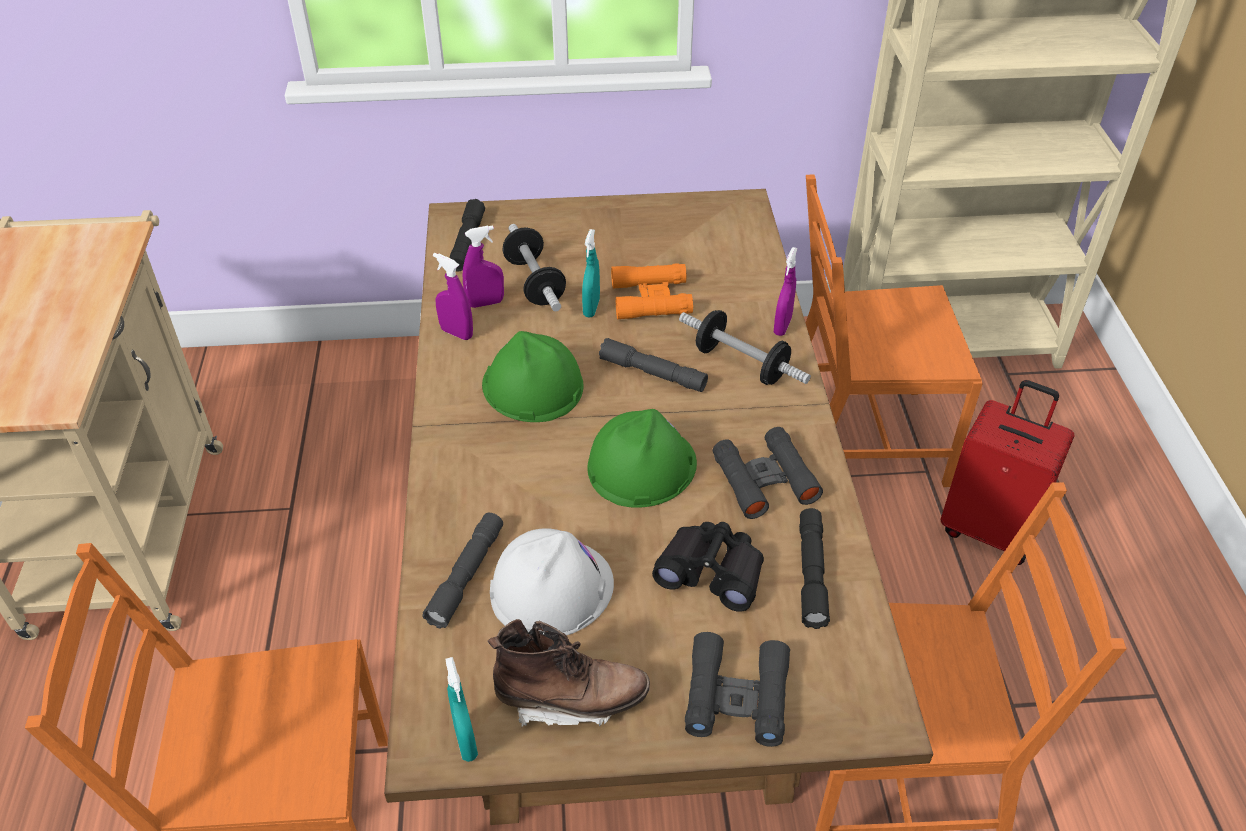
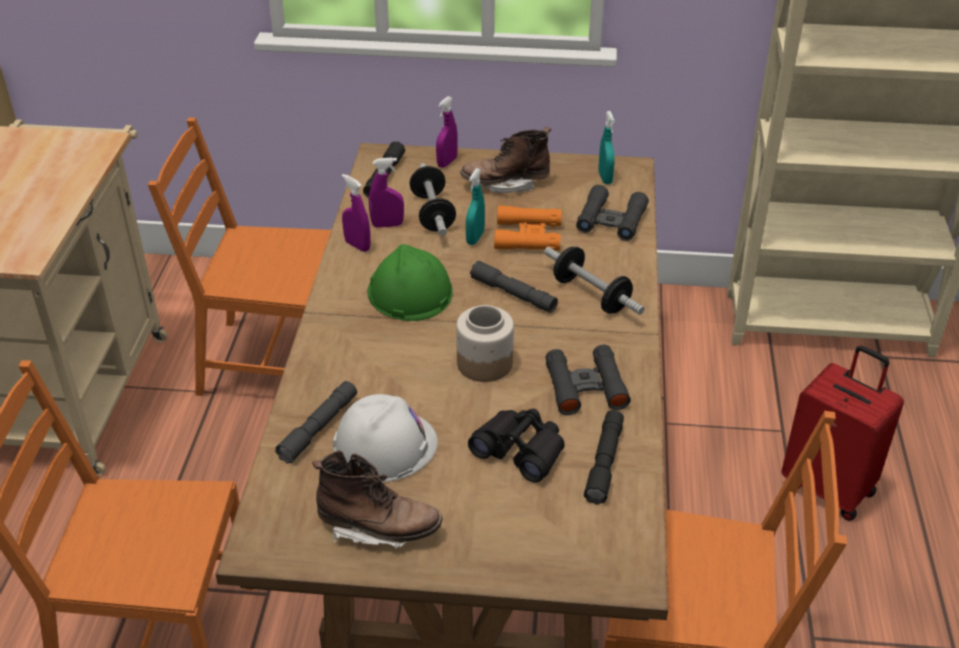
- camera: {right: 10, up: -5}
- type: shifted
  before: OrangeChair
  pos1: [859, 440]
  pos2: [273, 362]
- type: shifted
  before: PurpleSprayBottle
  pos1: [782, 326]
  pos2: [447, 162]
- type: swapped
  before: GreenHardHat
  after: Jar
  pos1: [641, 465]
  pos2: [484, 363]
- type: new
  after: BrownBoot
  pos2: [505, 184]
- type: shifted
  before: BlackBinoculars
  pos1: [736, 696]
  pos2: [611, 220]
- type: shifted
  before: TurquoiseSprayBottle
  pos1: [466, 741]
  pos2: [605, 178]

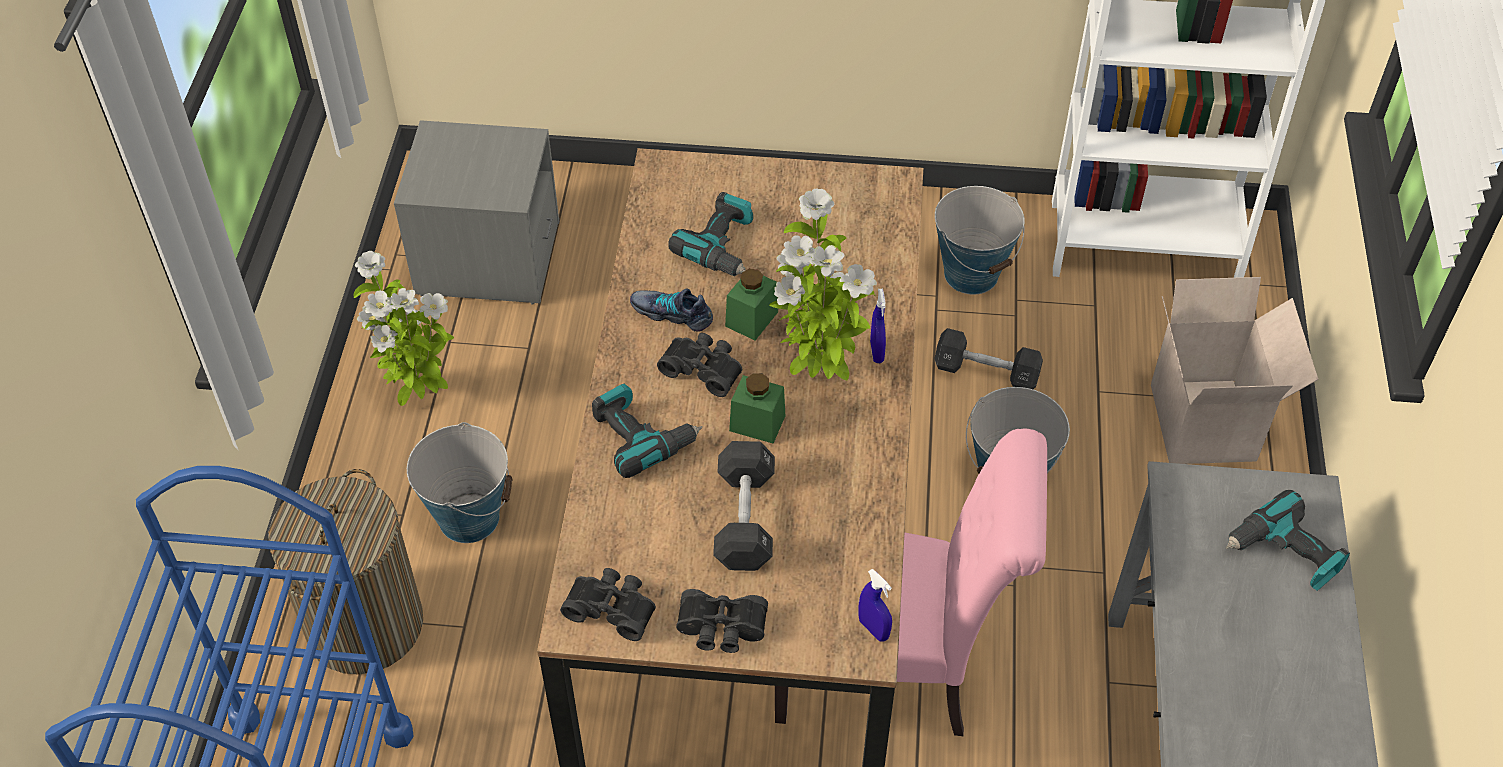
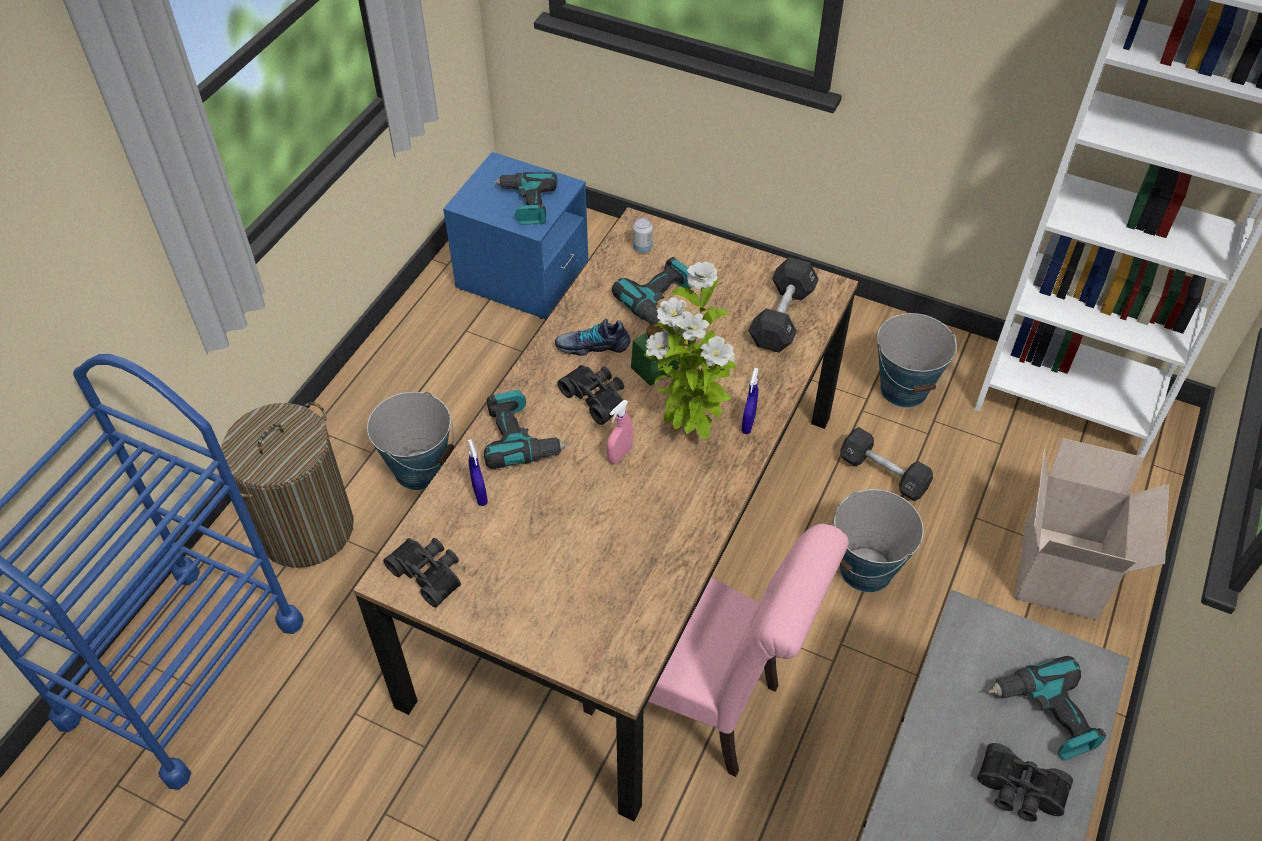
- camera: {right: 20, up: 0}
- type: repainted
  before: GreyNightstand
  after: BlueNightstand
  pos1: [488, 259]
  pos2: [522, 275]
- type: shifted
  before: BlueSprayBottle
  pos1: [873, 629]
  pos2: [480, 495]
- type: new
  after: PowerDrill
  pos2: [526, 204]
- type: rotated
  before: Shoe
  pos1: [672, 313]
  pos2: [592, 345]
  turn: -45
- type: swapped
  before: GreenJar
  after: PinkSprayBottle
  pos1: [757, 423]
  pos2: [620, 455]
- type: new
  after: Can
  pos2: [642, 248]
- type: shifted
  before: BlackDumbbell
  pos1: [744, 519]
  pos2: [782, 317]
- type: shifted
  before: BlackBinoculars
  pos1: [721, 630]
  pos2: [1019, 792]
- type: gone
  before: PottedPlant
  pos1: [418, 395]

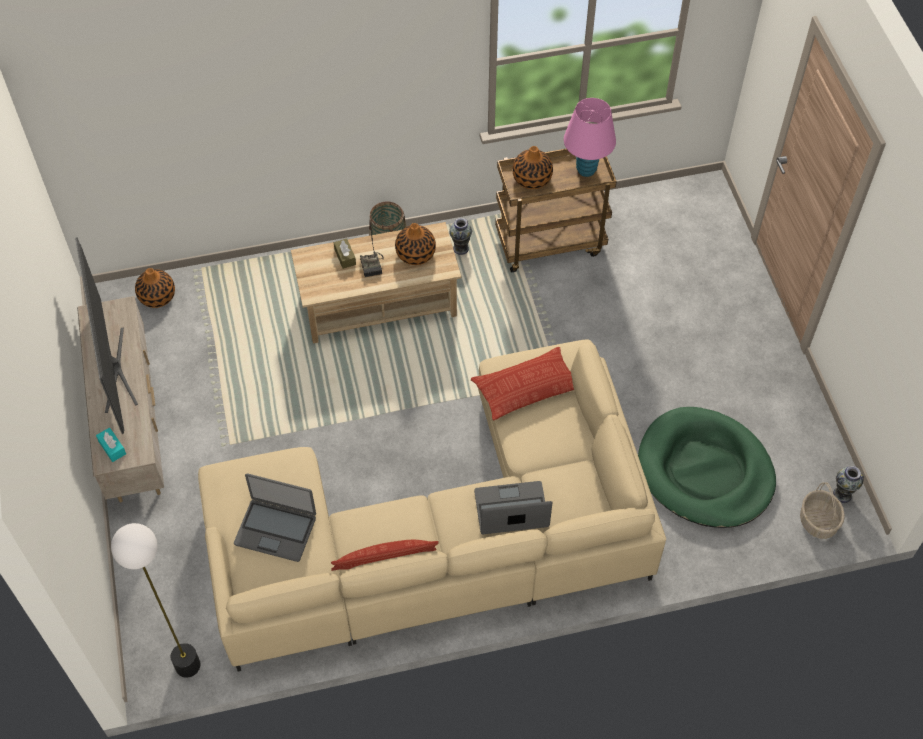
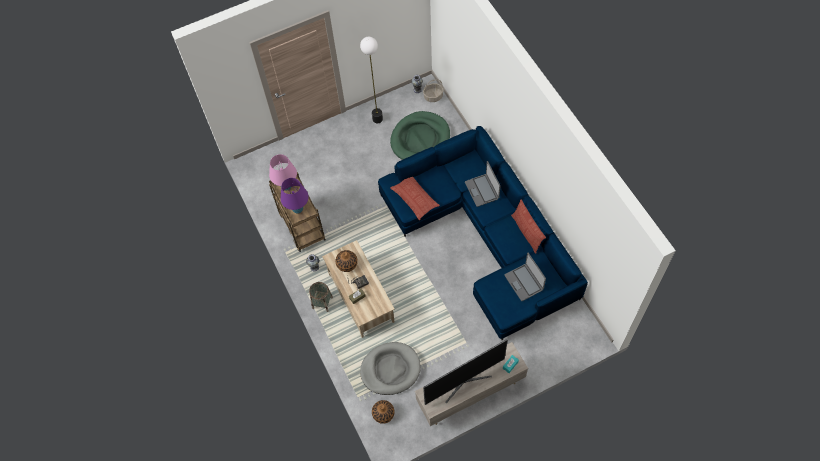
- camera: {right: -100, up: 5}
- type: swapped
  before: Vase
  after: PurpleTableLamp
  pos1: [532, 179]
  pos2: [298, 209]
- type: shifted
  before: FloorLamp
  pos1: [187, 665]
  pos2: [377, 119]
- type: new
  after: GreyDogBed
  pos2: [390, 369]
- type: repainted
  before: BeigeSofa
  after: BlueSofa
  pos1: [442, 533]
  pos2: [485, 235]
- type: rotated
  before: Laptop
  pos1: [276, 529]
  pos2: [524, 282]
  turn: 150

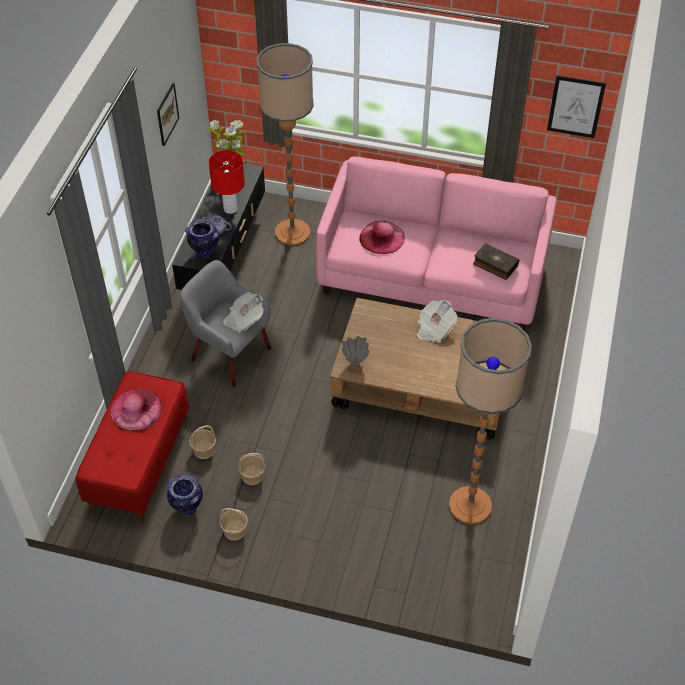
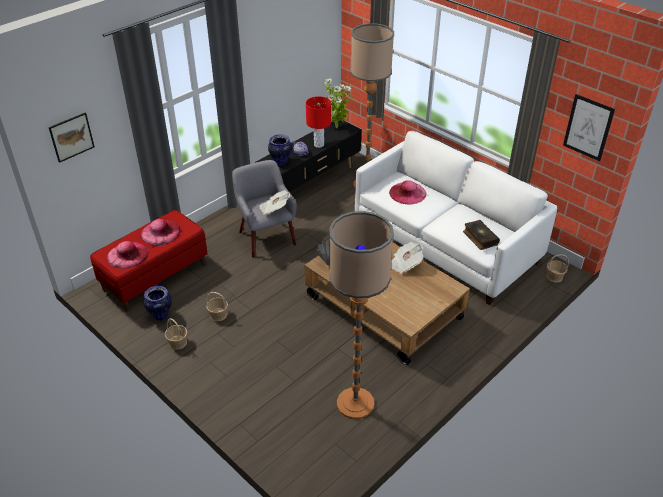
- camera: {right: 30, up: -10}
- type: shifted
  before: Picture
  pos1: [167, 114]
  pos2: [71, 137]
- type: new
  after: PinkHat
  pos2: [127, 255]
- type: repainted
  before: PinkSofa
  after: WhiteSofa
  pos1: [433, 276]
  pos2: [446, 244]
- type: shifted
  before: Basket
  pos1: [203, 450]
  pos2: [554, 276]

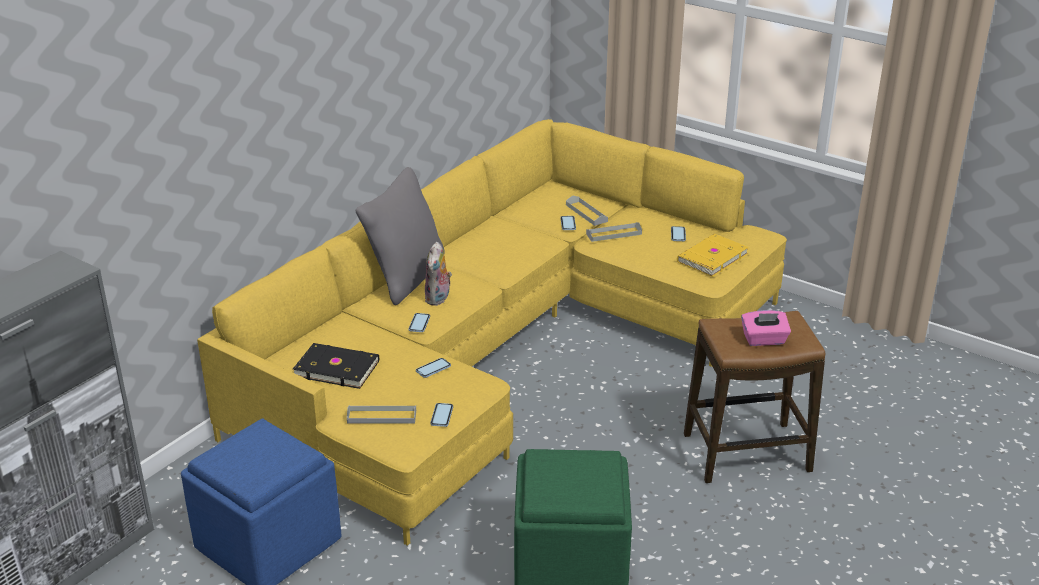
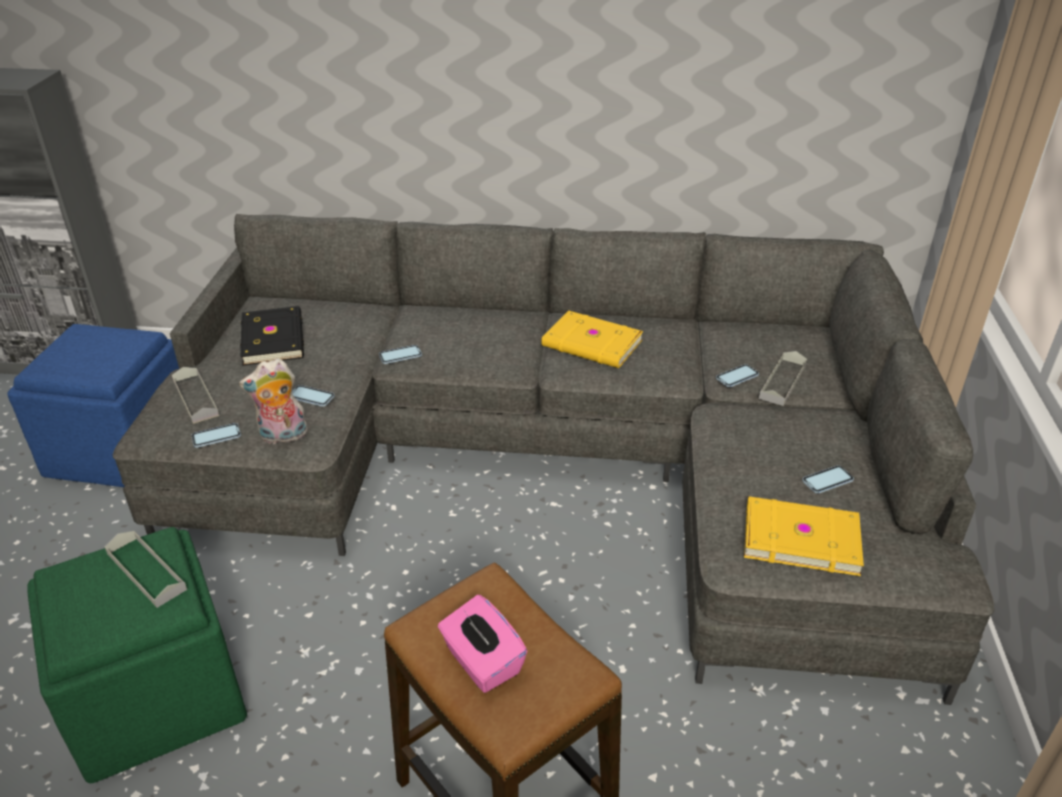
- camera: {right: 60, up: 5}
- type: shifted
  before: GreyTray
  pos1: [613, 234]
  pos2: [146, 571]
- type: repainted
  before: YellowSofa
  after: GreySofa
  pos1: [502, 348]
  pos2: [559, 465]
- type: shifted
  before: PlushToy
  pos1: [438, 299]
  pos2: [282, 436]
- type: new
  after: YellowBook
  pos2: [591, 344]
- type: gone
  before: GreyPillow
  pos1: [405, 278]

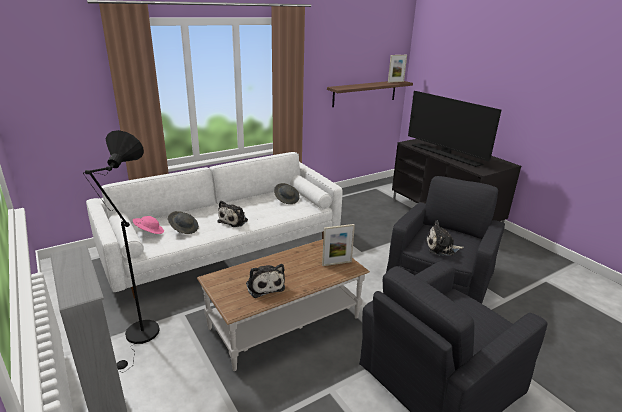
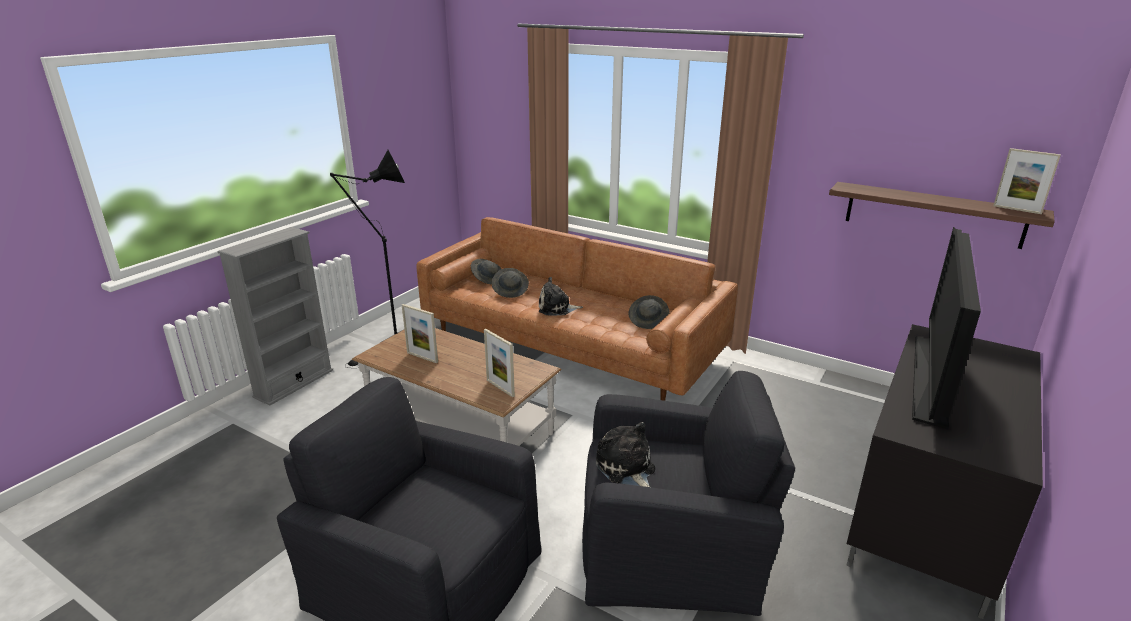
- camera: {right: 65, up: 0}
- type: swapped
  before: PlushToy
  after: PictureFrame
  pos1: [264, 285]
  pos2: [422, 357]
- type: repainted
  before: WhiteSofa
  after: BrownSofa
  pos1: [224, 247]
  pos2: [570, 344]
- type: repainted
  before: PinkHat
  after: GreyHat
  pos1: [149, 232]
  pos2: [488, 279]

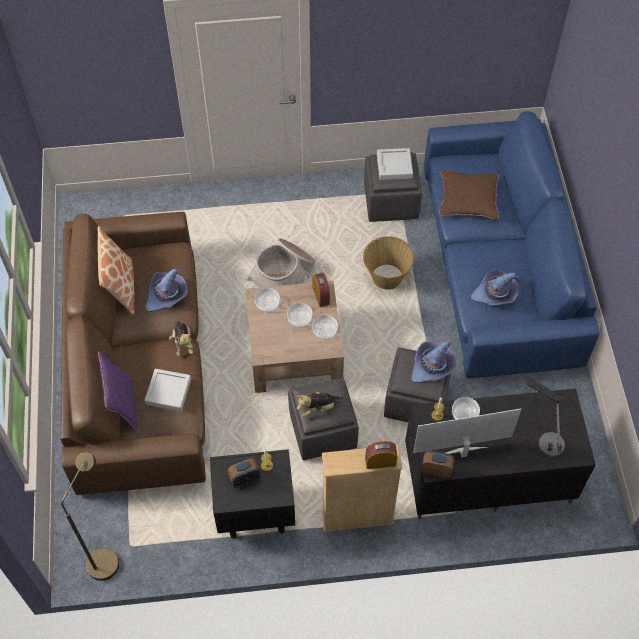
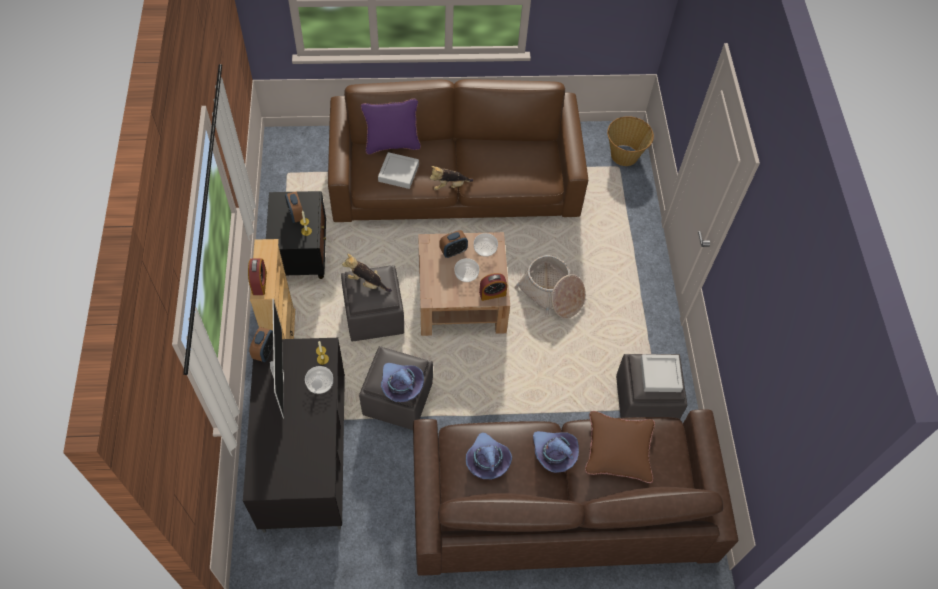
- camera: {right: 90, up: 0}
- type: rotated
  before: PlushToy
  pos1: [318, 408]
  pos2: [367, 282]
  turn: -45
- type: repainted
  before: BlueSofa
  after: BrownSofa
  pos1: [497, 264]
  pos2: [561, 503]
- type: new
  after: AlarmClock
  pos2: [453, 251]
- type: shifted
  before: PurpleHat
  pos1: [167, 295]
  pos2: [554, 453]
- type: shifted
  before: Basket
  pos1: [386, 277]
  pos2: [624, 155]
- type: gone
  before: BrownFloorLamp
  pos1: [106, 556]
- type: gone
  before: Pillow
  pos1: [120, 287]
- type: gone
  before: Bowl
  pos1: [325, 330]
- type: gone
  before: TableLamp
  pos1: [544, 439]

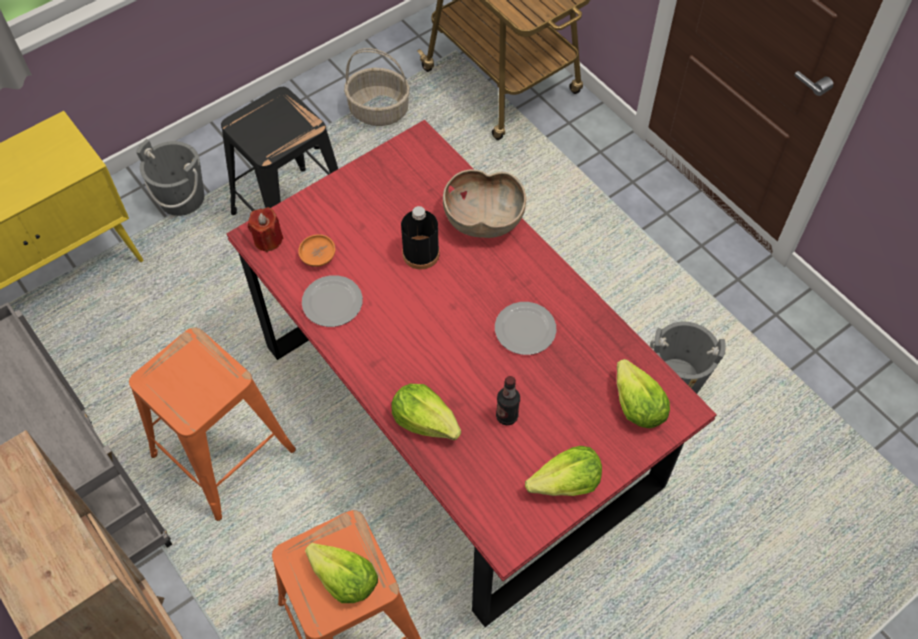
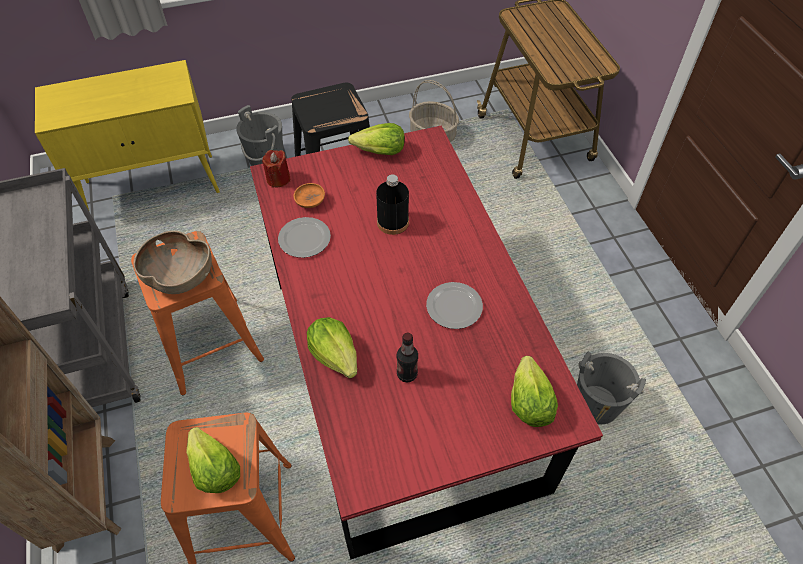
- camera: {right: 20, up: -5}
- type: shifted
  before: BrownBowl
  pos1: [483, 220]
  pos2: [179, 277]
- type: shifted
  before: Lettuce
  pos1: [565, 483]
  pos2: [380, 152]

